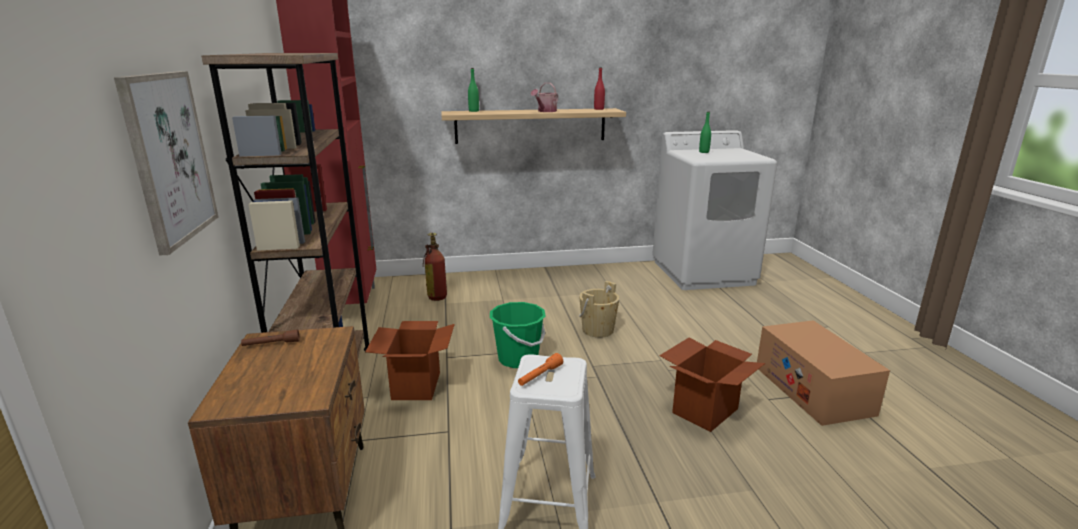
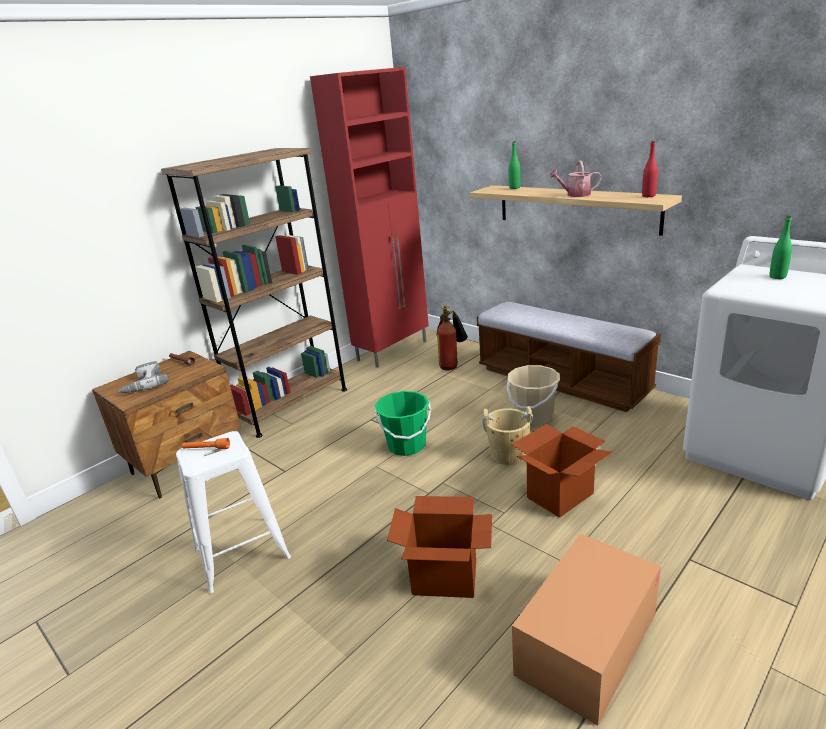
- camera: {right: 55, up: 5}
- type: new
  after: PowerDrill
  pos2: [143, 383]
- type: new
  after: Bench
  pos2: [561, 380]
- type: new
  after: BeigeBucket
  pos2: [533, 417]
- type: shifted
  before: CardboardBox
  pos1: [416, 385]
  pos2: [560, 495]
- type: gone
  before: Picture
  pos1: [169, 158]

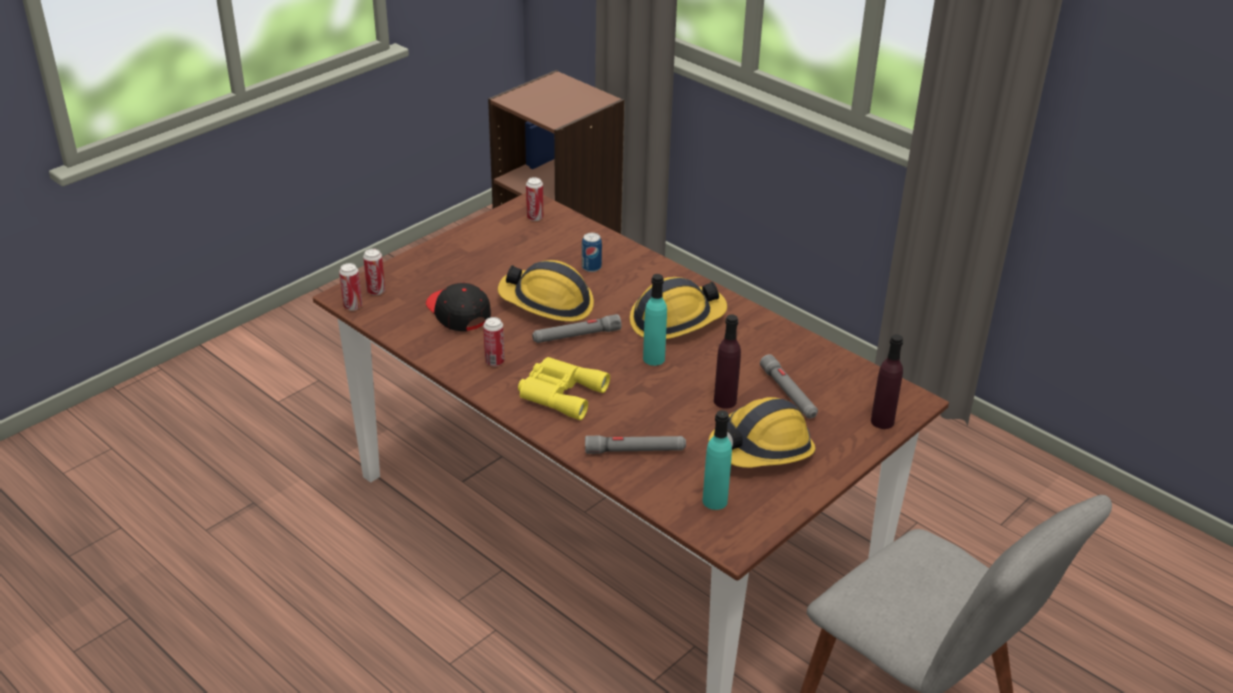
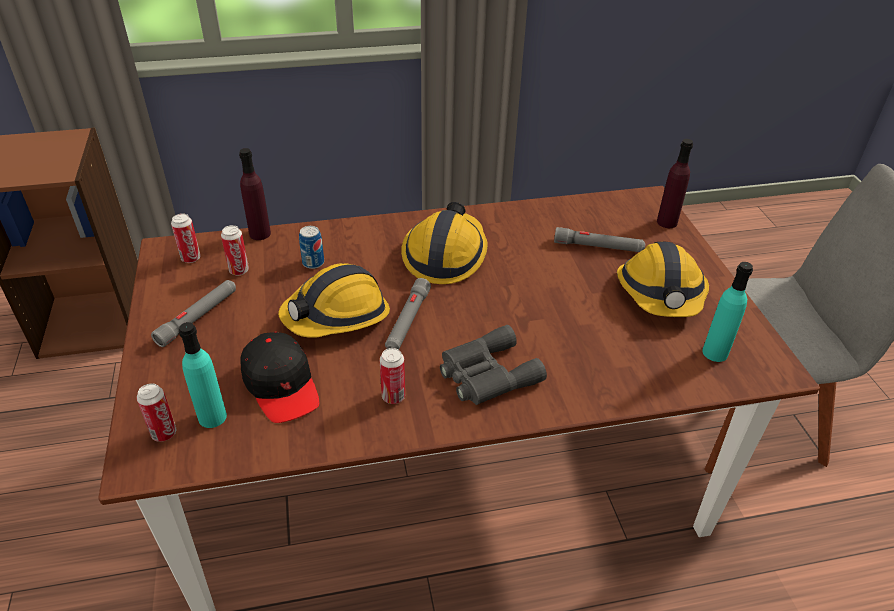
- camera: {right: -55, up: 5}
- type: shifted
  before: GreyFlashlight
  pos1: [635, 450]
  pos2: [198, 317]
- type: shifted
  before: TurquoiseBottle
  pos1: [653, 358]
  pos2: [212, 417]
- type: shifted
  before: Can
  pos1: [352, 306]
  pos2: [239, 270]
- type: shifted
  before: PurpleBottle
  pos1: [725, 401]
  pos2: [260, 234]
- type: rotated
  before: BlackCap
  pos1: [458, 313]
  pos2: [281, 385]
  turn: -120
- type: repainted
  before: YellowBinoculars
  after: GreyBinoculars
  pos1: [559, 393]
  pos2: [486, 374]

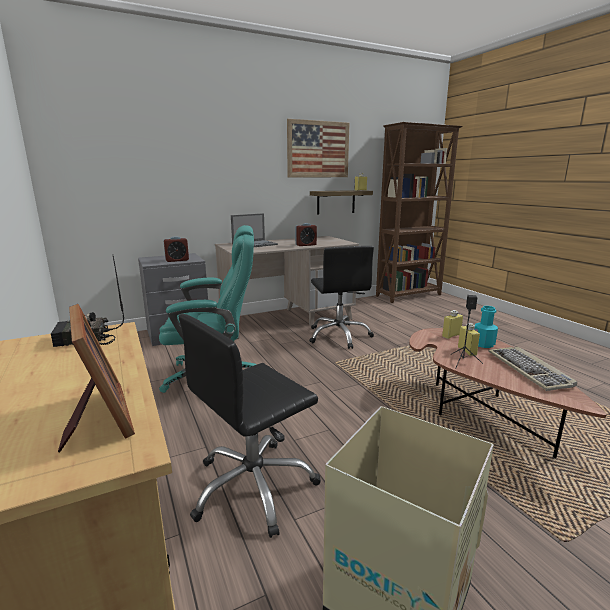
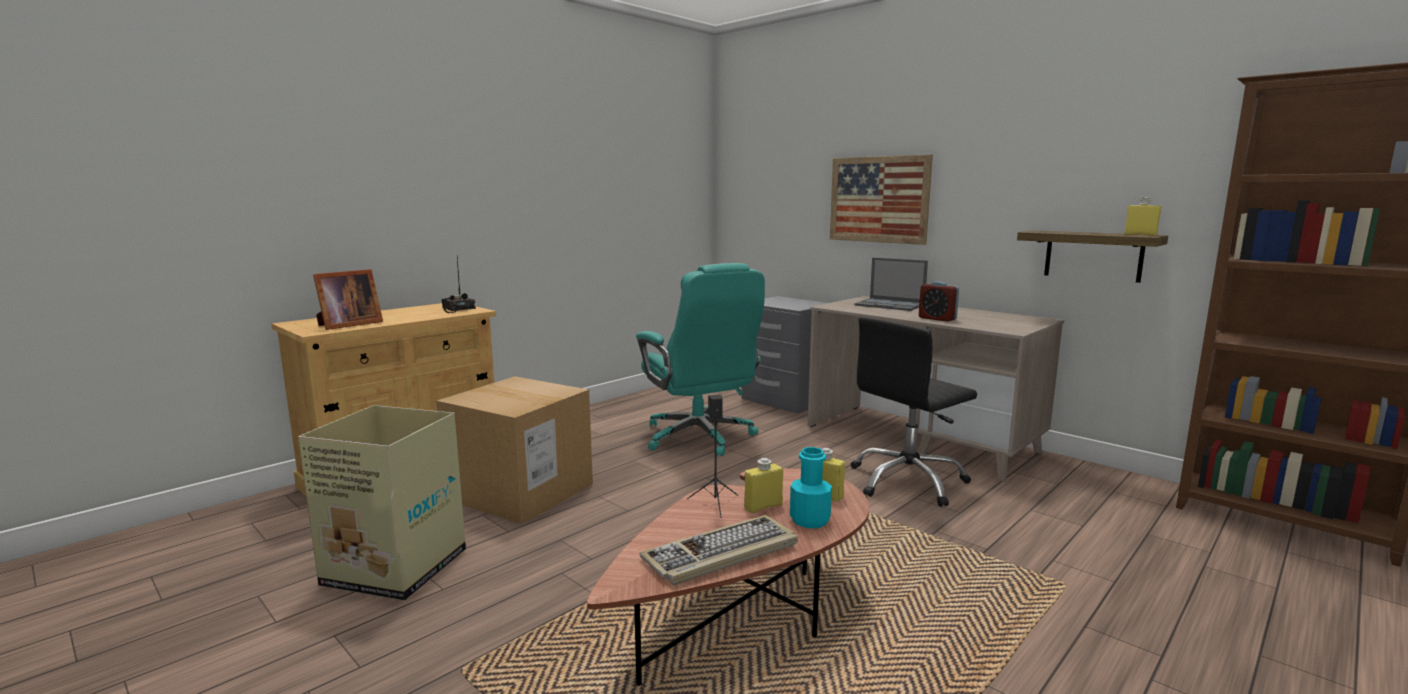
- camera: {right: 70, up: -5}
- type: swapped
  before: BlackOfficeChair
  after: CardboardBox
  pos1: [254, 486]
  pos2: [520, 491]
- type: shifted
  before: Picture
  pos1: [318, 149]
  pos2: [878, 199]
- type: gone
  before: AlarmClock
  pos1: [177, 260]

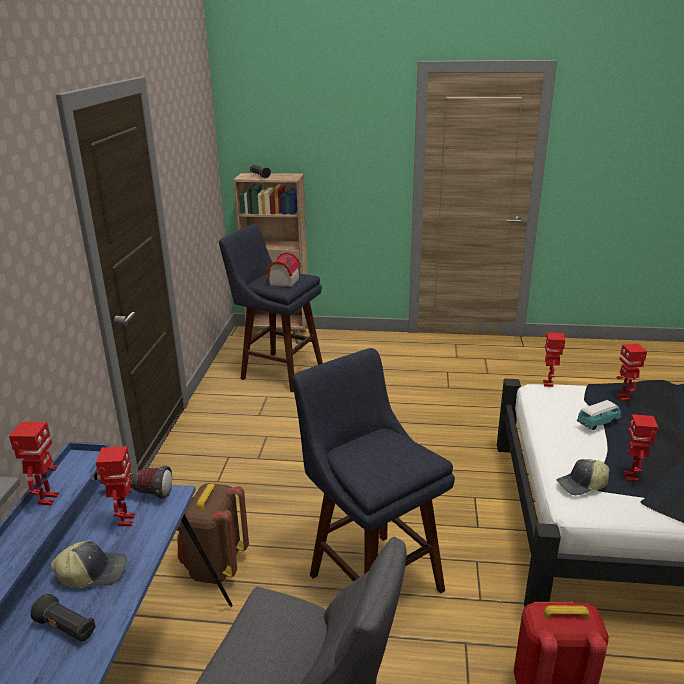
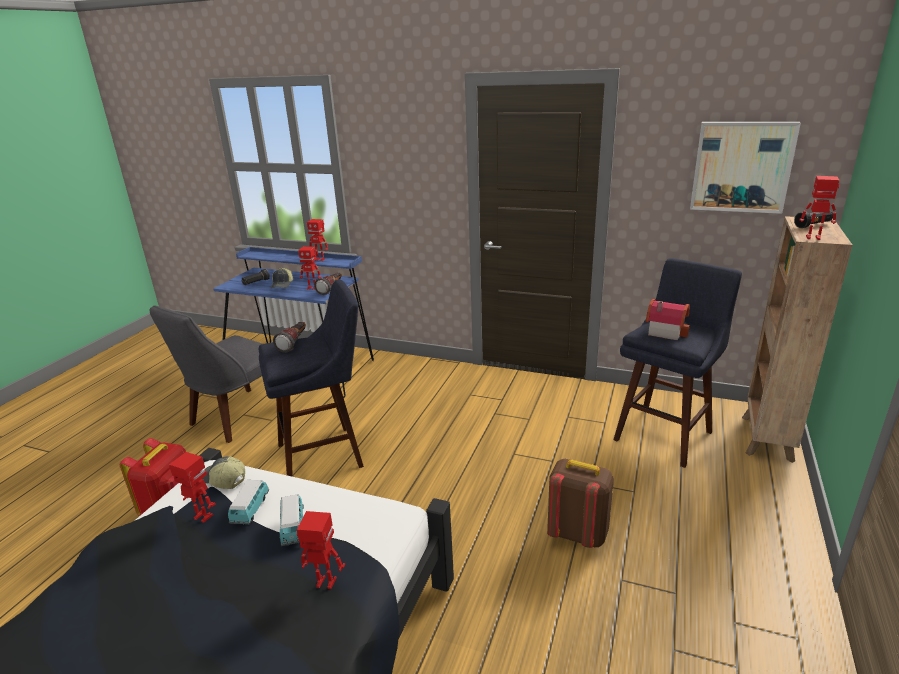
- camera: {right: 105, up: 0}
- type: rotated
  before: Cap
  pos1: [582, 485]
  pos2: [223, 479]
  turn: -60
- type: new
  after: ToyCar
  pos2: [250, 509]
- type: new
  after: Flashlight
  pos2: [294, 343]
- type: shifted
  before: BrownBackpack
  pos1: [215, 566]
  pos2: [577, 533]
- type: new
  after: Picture
  pos2: [741, 167]
- type: shifted
  before: ToyRobot
  pos1: [548, 384]
  pos2: [813, 238]

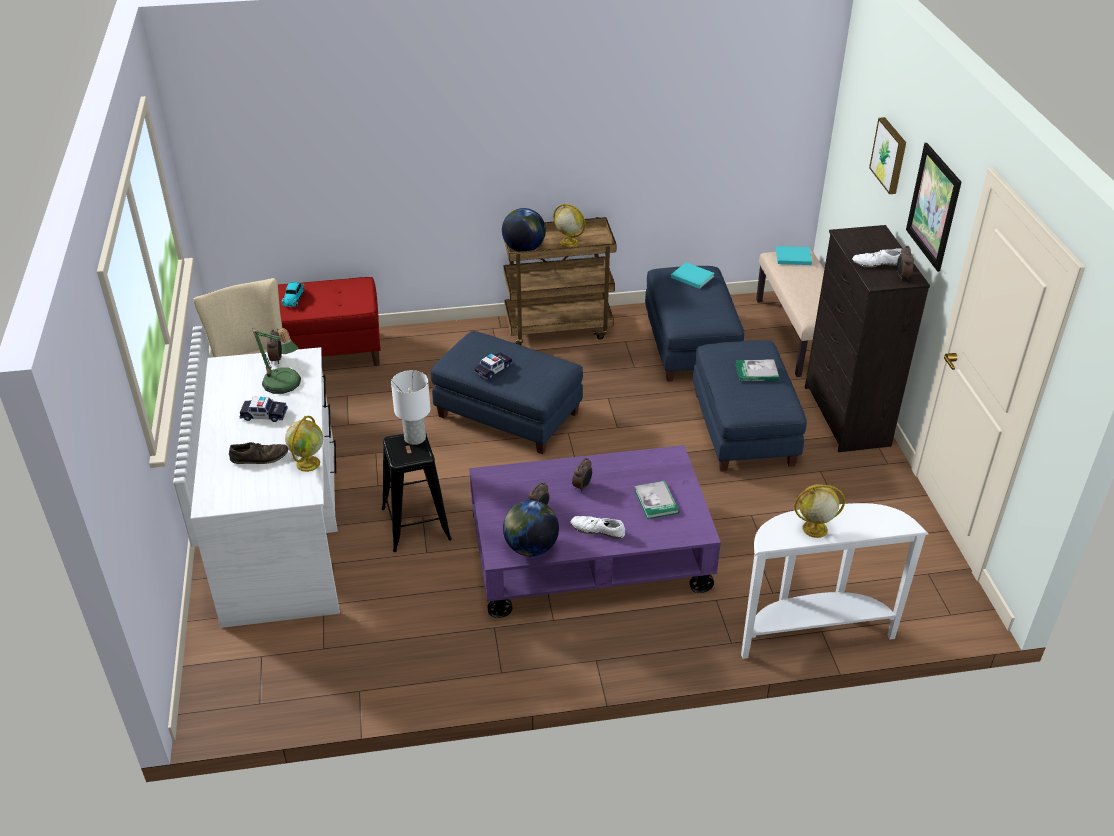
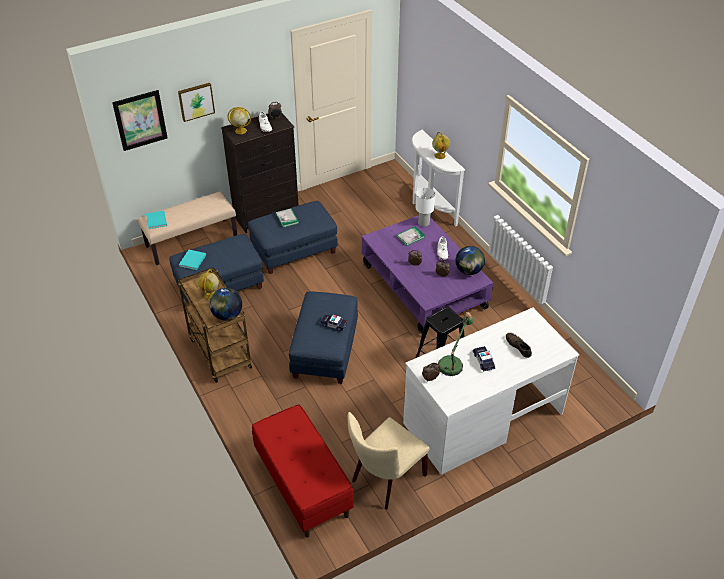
- camera: {right: -110, up: 5}
- type: shifted
  before: Picture
  pos1: [933, 207]
  pos2: [140, 120]
- type: shifted
  before: Globe
  pos1: [308, 463]
  pos2: [240, 131]
- type: shifted
  before: WhiteTableLamp
  pos1: [414, 438]
  pos2: [424, 223]
- type: gone
  before: ToyCar
  pos1: [294, 297]

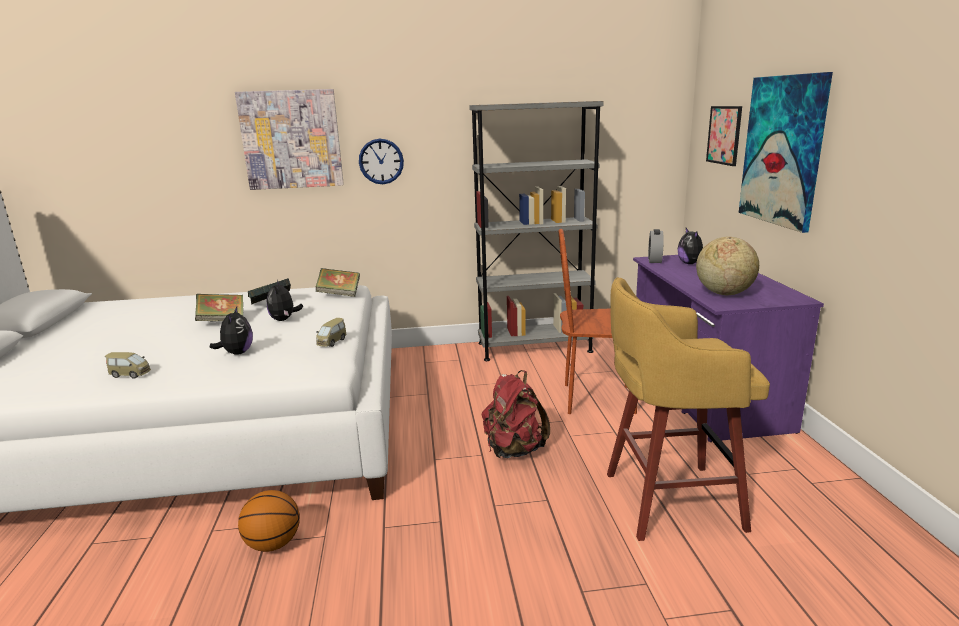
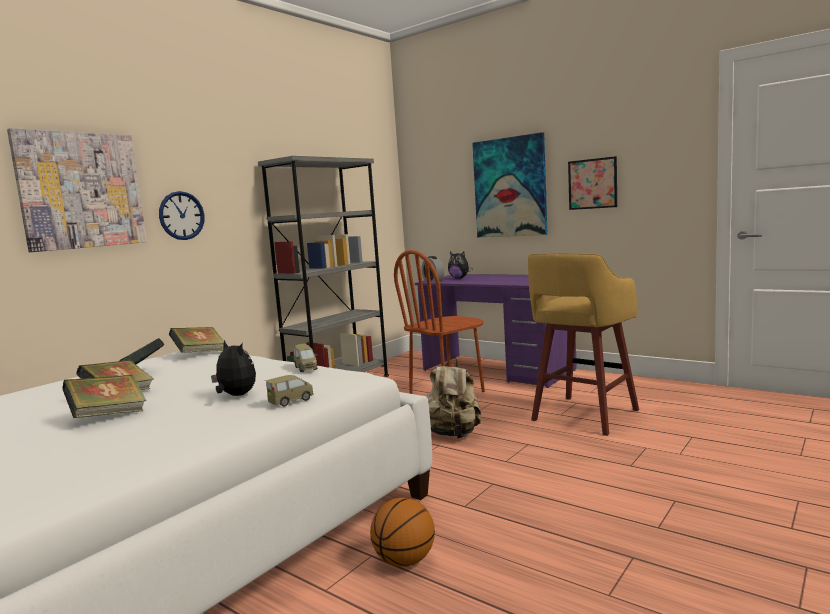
- camera: {right: -45, up: -10}
- type: new
  after: Book
  pos2: [108, 416]
- type: shifted
  before: ToyCar
  pos1: [130, 374]
  pos2: [291, 401]
- type: repainted
  before: RedBackpack
  after: BeigeBackpack
  pos1: [513, 450]
  pos2: [454, 434]
- type: shifted
  before: Picture
  pos1: [724, 135]
  pos2: [592, 183]
- type: gone
  before: PlushToy
  pos1: [284, 319]
- type: gone
  before: Globe
  pos1: [723, 293]

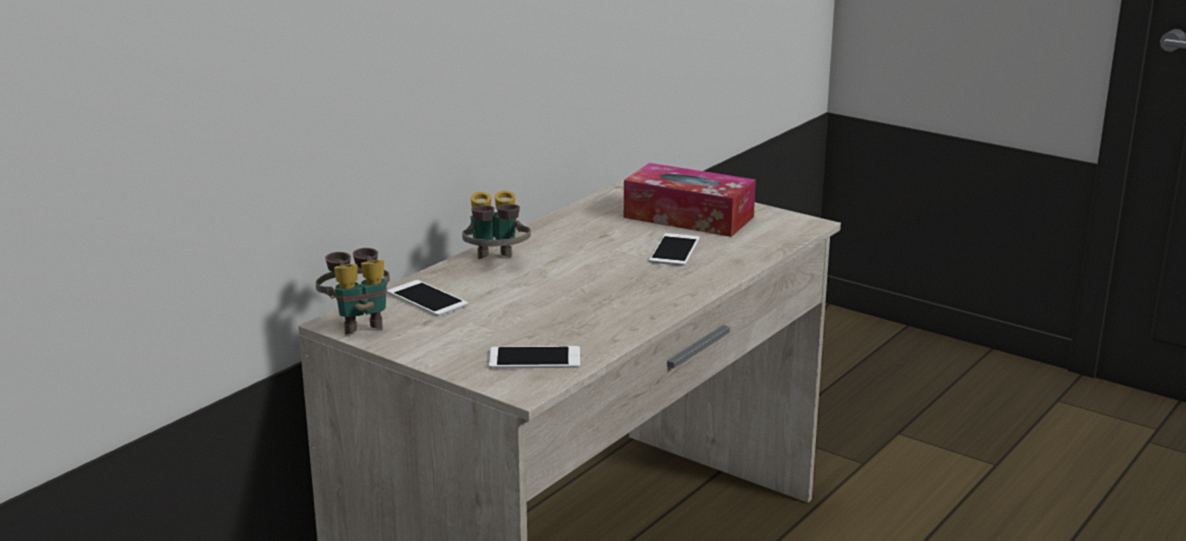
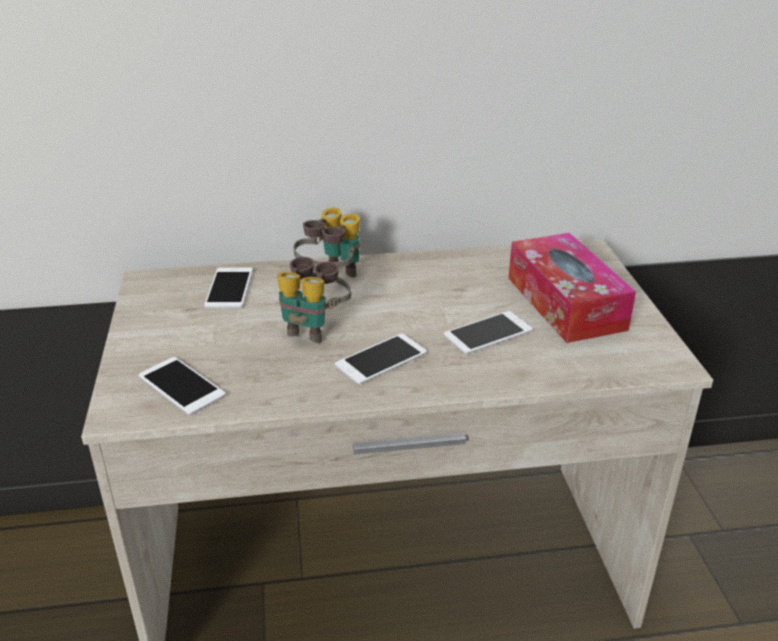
- camera: {right: 45, up: 10}
- type: shifted
  before: Binoculars
  pos1: [358, 322]
  pos2: [313, 328]
- type: new
  after: Phone
  pos2: [381, 359]

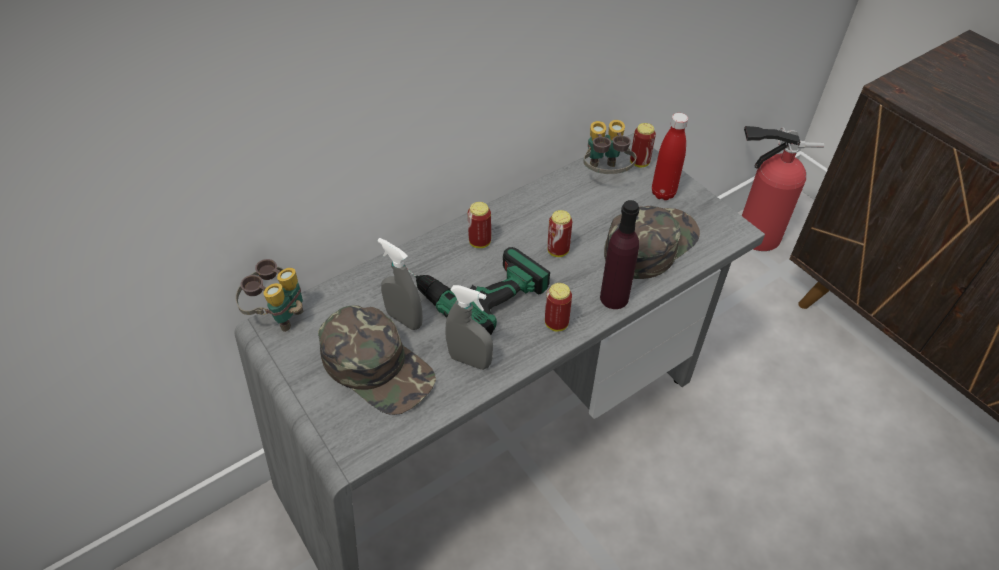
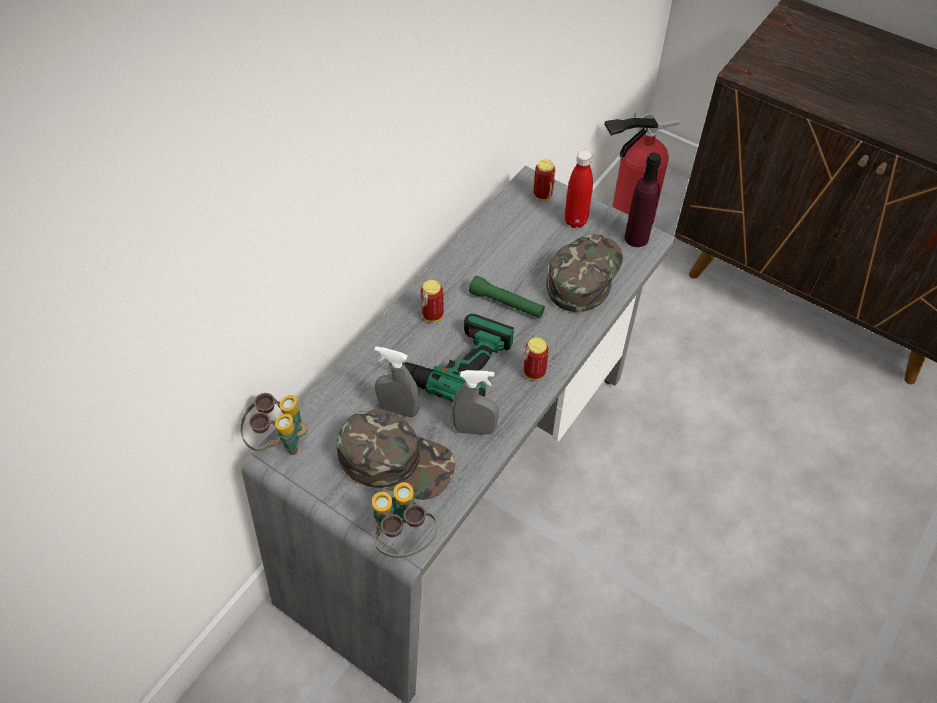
- camera: {right: -20, up: 5}
- type: shifted
  before: Binoculars
  pos1: [605, 175]
  pos2: [403, 537]
- type: swapped
  before: Can
  after: GreenFlashlight
  pos1: [558, 251]
  pos2: [506, 303]
- type: shifted
  before: PurpleBottle
  pos1: [614, 298]
  pos2: [636, 238]

